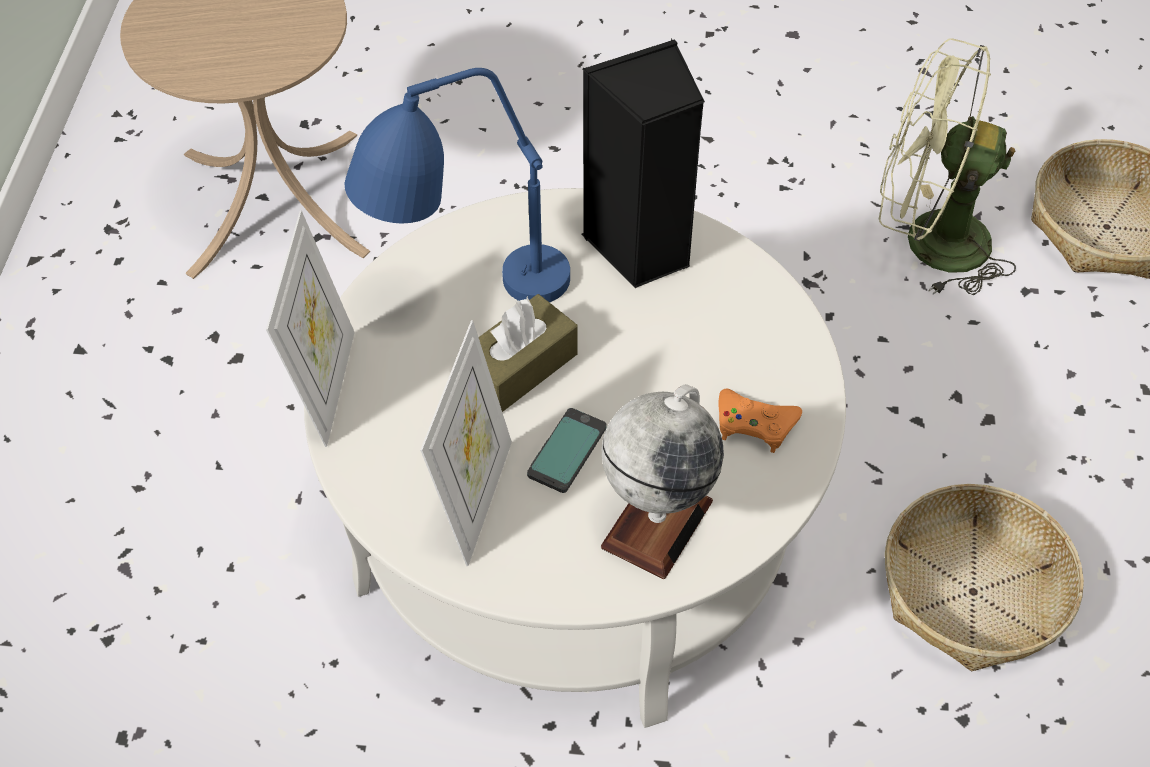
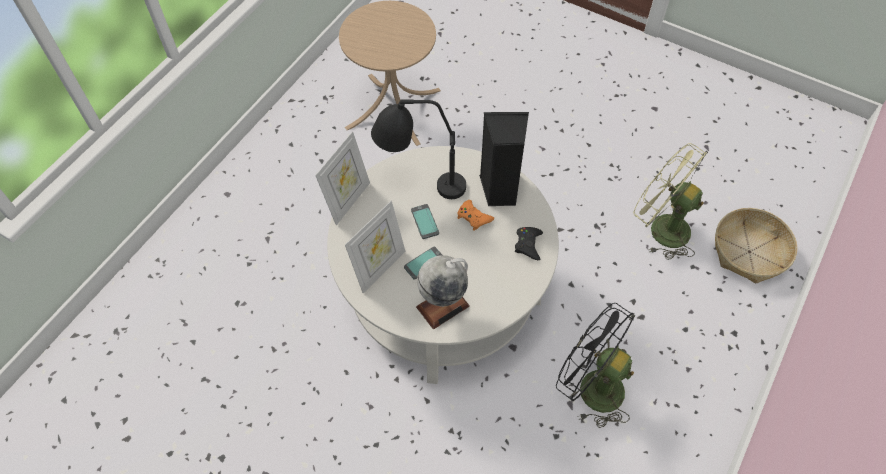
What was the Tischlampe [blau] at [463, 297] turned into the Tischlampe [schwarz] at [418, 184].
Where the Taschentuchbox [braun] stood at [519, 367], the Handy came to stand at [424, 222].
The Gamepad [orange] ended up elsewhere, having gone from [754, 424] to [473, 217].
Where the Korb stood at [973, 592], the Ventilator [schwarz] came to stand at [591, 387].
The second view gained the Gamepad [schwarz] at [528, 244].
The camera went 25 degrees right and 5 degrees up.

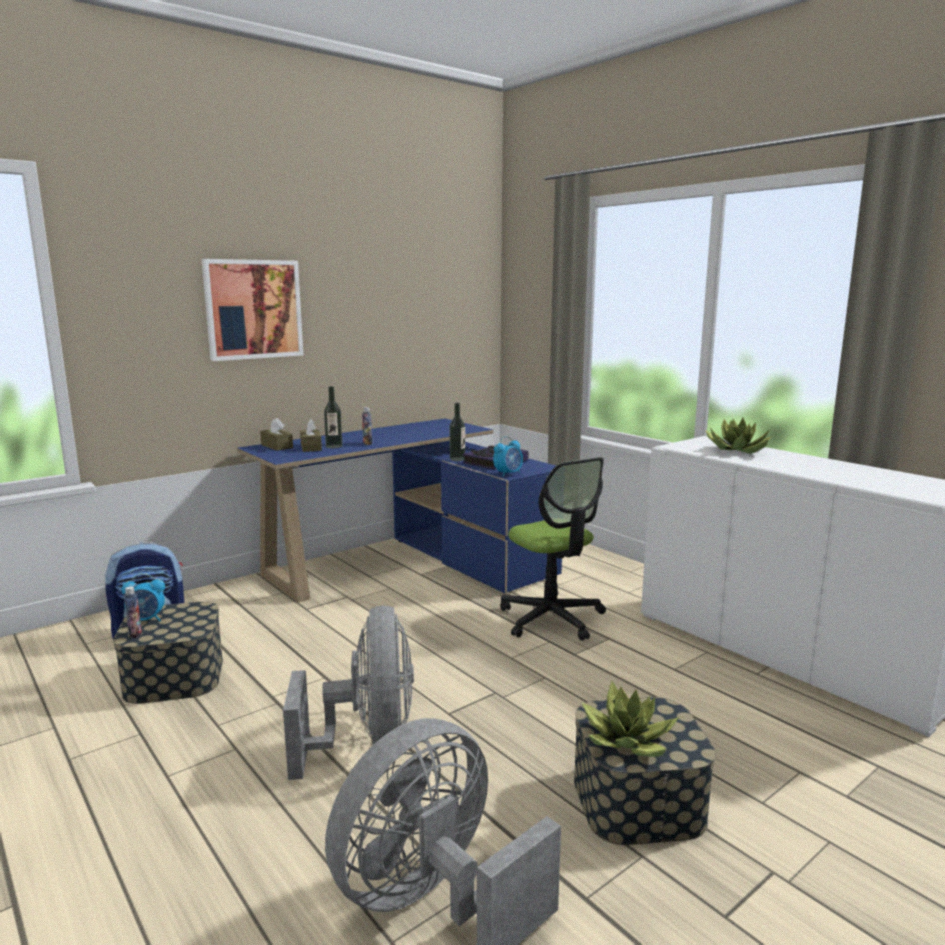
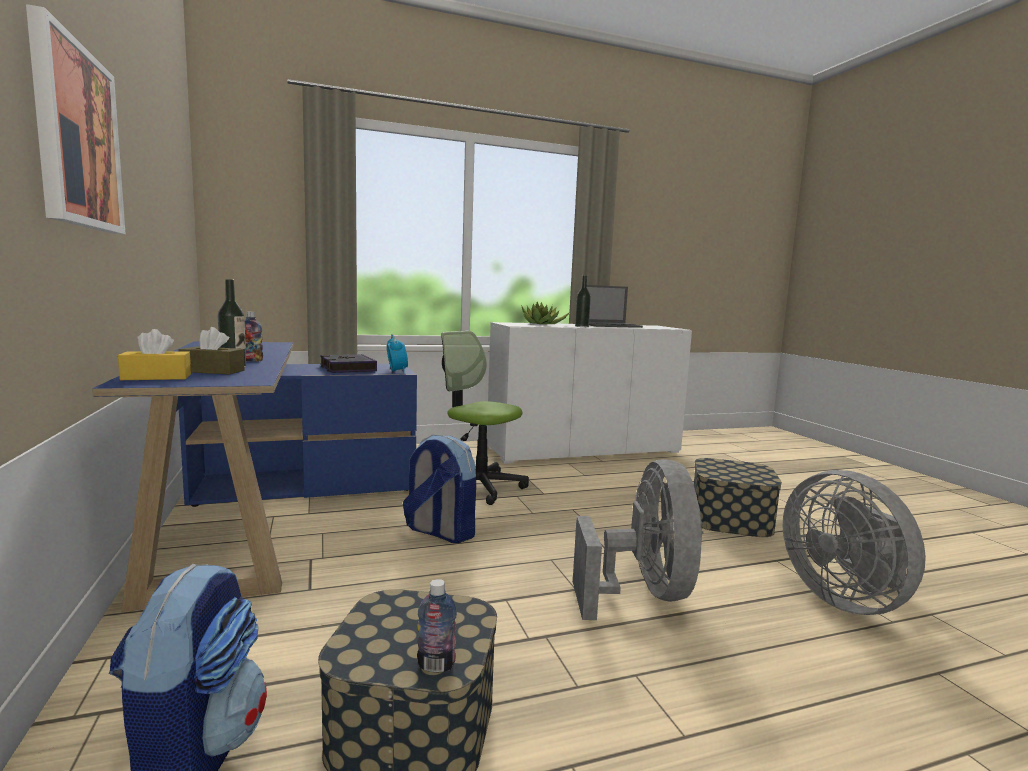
The second view lost the Wecker at [146, 620].
What was the Taschentuchbox [braun] at [277, 446] turned into the Taschentuchbox [gelb] at [156, 377].
The Ventilator [grau] at [367, 741] ended up facing another way, 75 degrees clockwise from before.
The Flasche ended up elsewhere, having gone from [457, 459] to [581, 326].
The Bürostuhl at [552, 618] ended up facing another way, 135 degrees counterclockwise from before.
The second view lost the Topfpflanze at [627, 741].
The second view gained the Rucksack at [439, 532].
The second view gained the Laptop at [611, 325].
The camera went 70 degrees left and 5 degrees down.

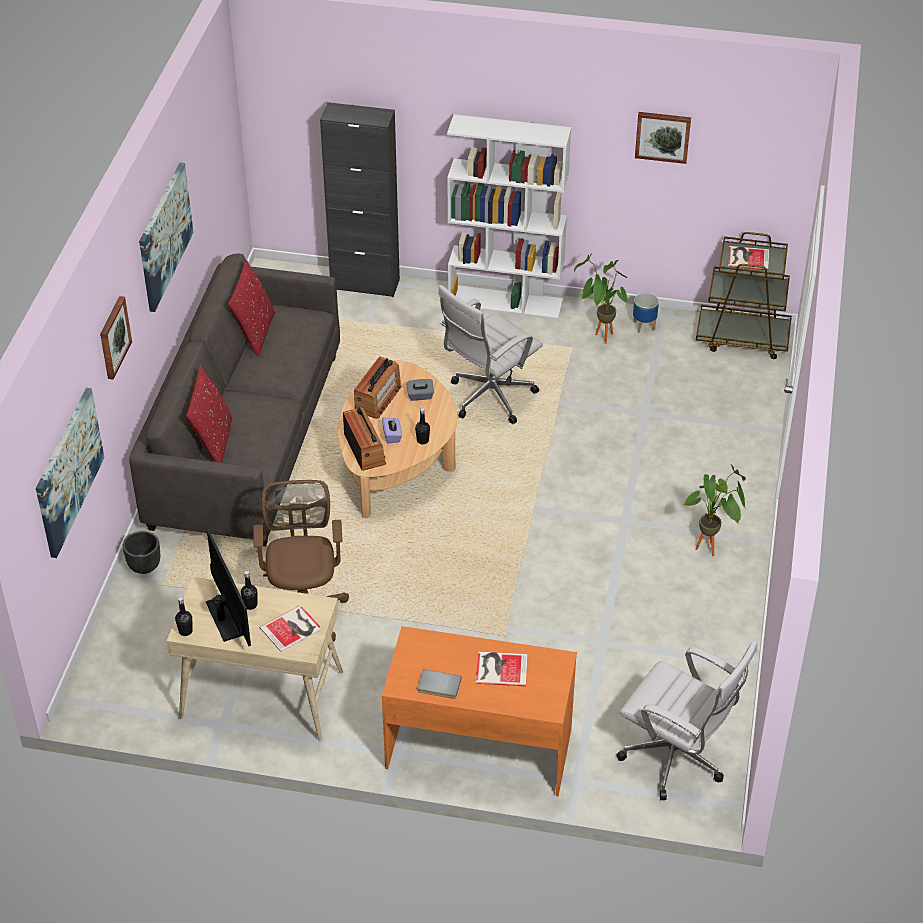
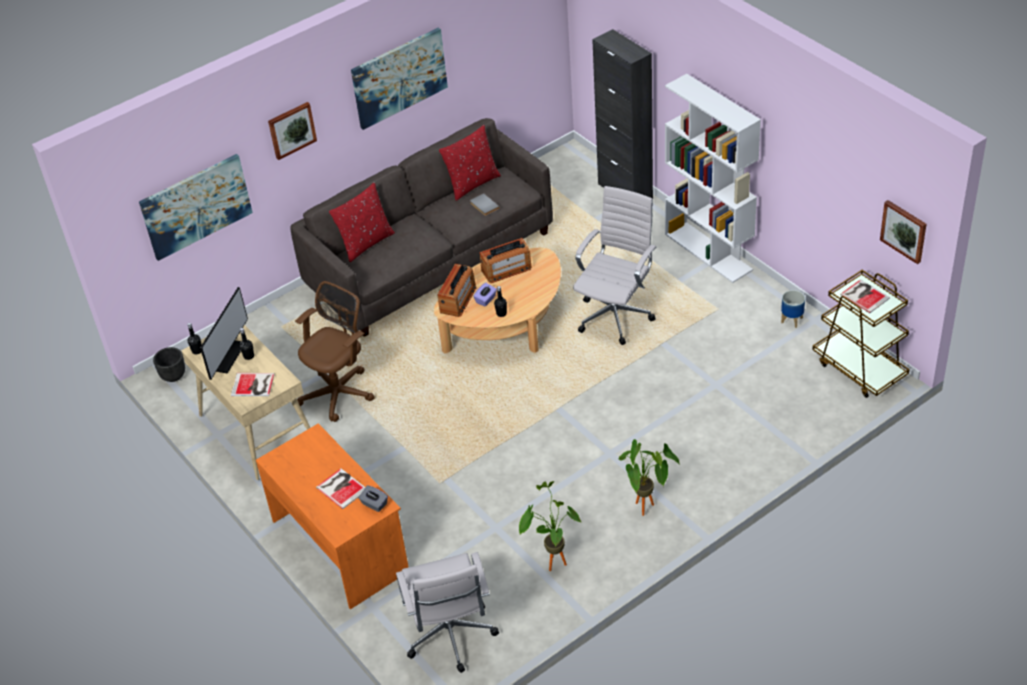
The Pflanzkübel [schwarz] ended up elsewhere, having gone from [144, 566] to [173, 375].
The Taschentuchbox [grau] ended up elsewhere, having gone from [420, 396] to [374, 504].
The Buch [grau] ended up elsewhere, having gone from [439, 686] to [483, 206].
The Bürostuhl [weiß] at [488, 399] ended up facing another way, 120 degrees clockwise from before.
The Topfpflanze ended up elsewhere, having gone from [600, 338] to [551, 562].
The Bild ended up elsewhere, having gone from [663, 136] to [904, 231].
The camera went 45 degrees right and 0 degrees up.

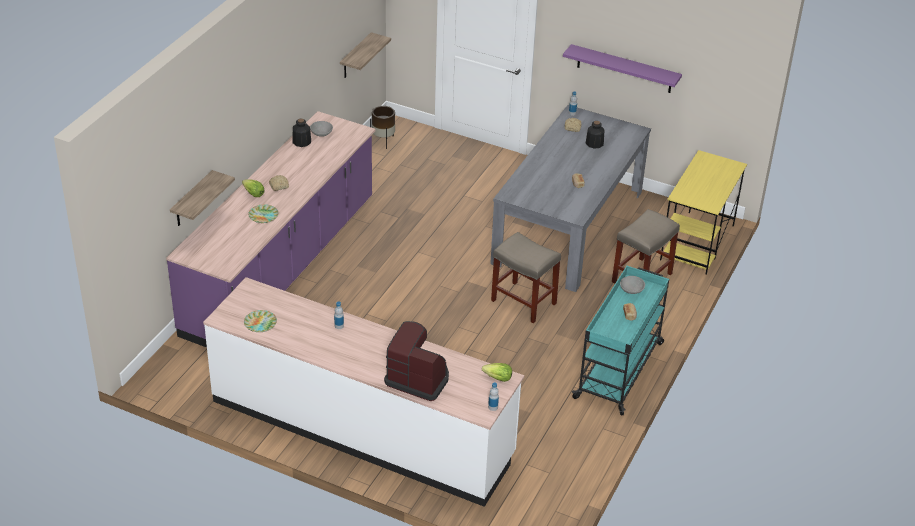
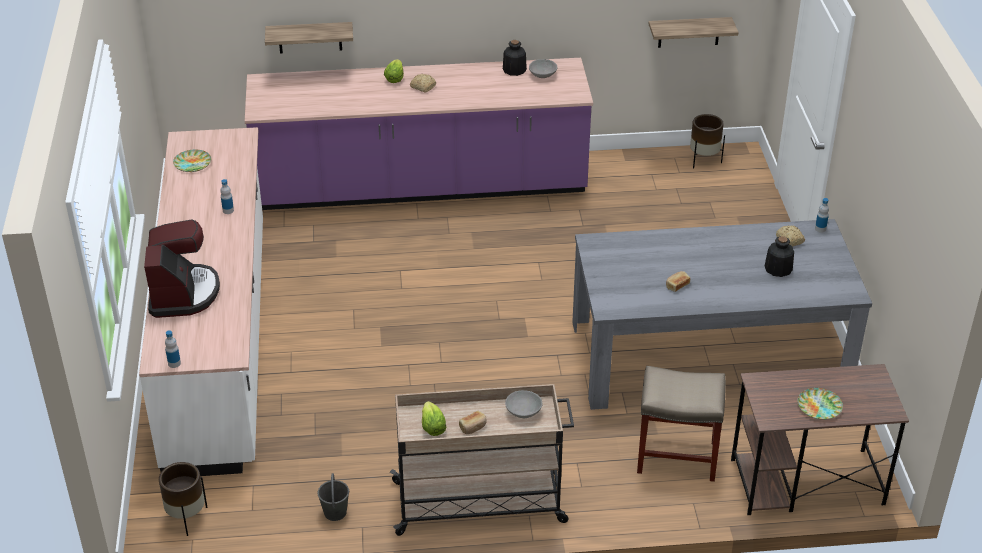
The Teller ended up elsewhere, having gone from [263, 215] to [819, 406].
The Salatkopf ended up elsewhere, having gone from [498, 378] to [432, 427].
The second view lost the Hocker [beige] at [522, 302].
The second view lost the Wandregal [lila] at [624, 69].
What was the Rollwagen [türkis] at [619, 369] turned into the Rollwagen [beige] at [481, 502].
What was the Schreibtisch [gelb] at [697, 242] turned into the Schreibtisch [braun] at [805, 482].
The second view gained the Pflanzkübel [braun] at [186, 518].
The second view gained the Eimer [grau] at [335, 512].
The camera went 60 degrees right and 0 degrees up.

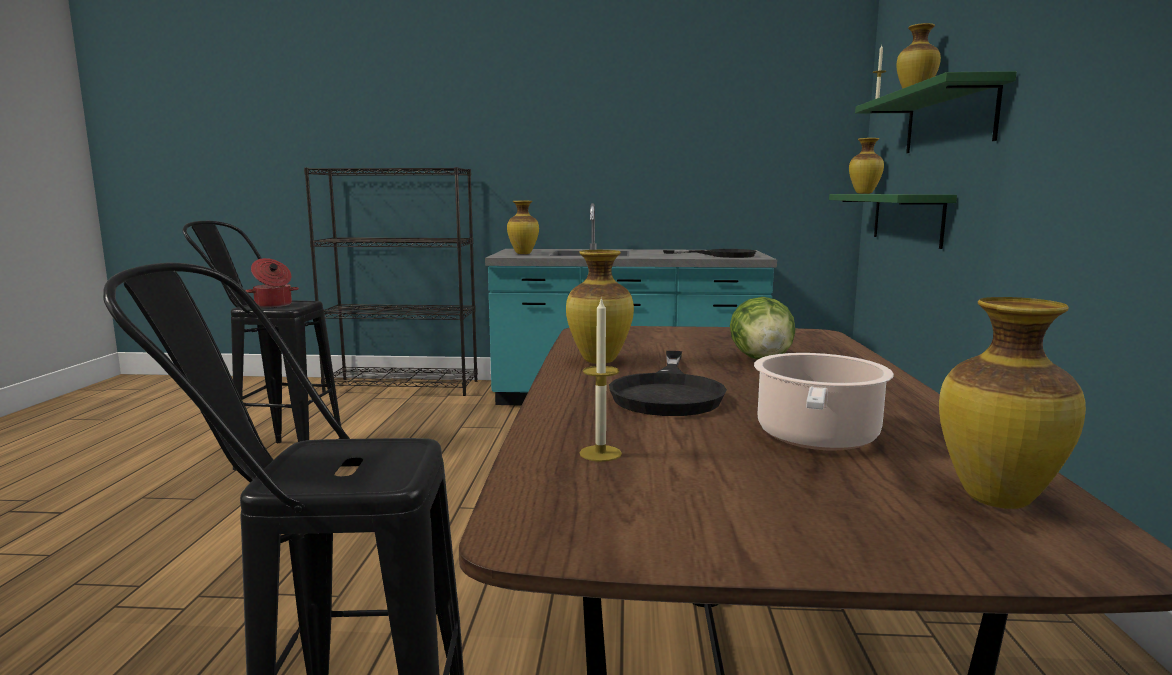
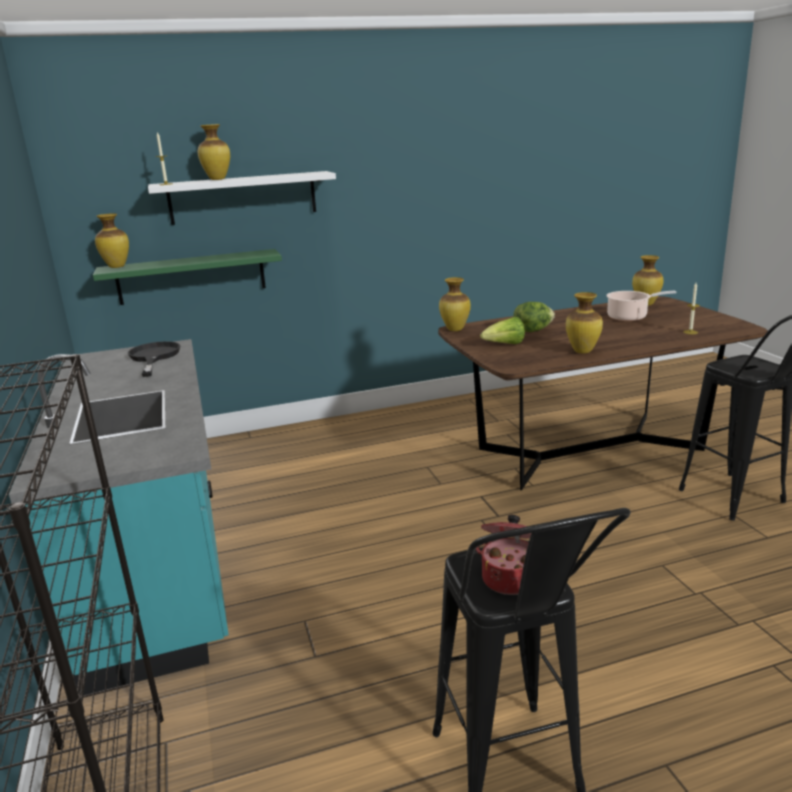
The Vase ended up elsewhere, having gone from [523, 253] to [454, 330].
The second view lost the Pfanne [schwarz] at [668, 393].
What was the Wandregal [grün] at [949, 119] turned into the Wandregal [weiß] at [243, 197].
The second view gained the Salatkopf at [504, 345].
The camera went 110 degrees left and 10 degrees up.

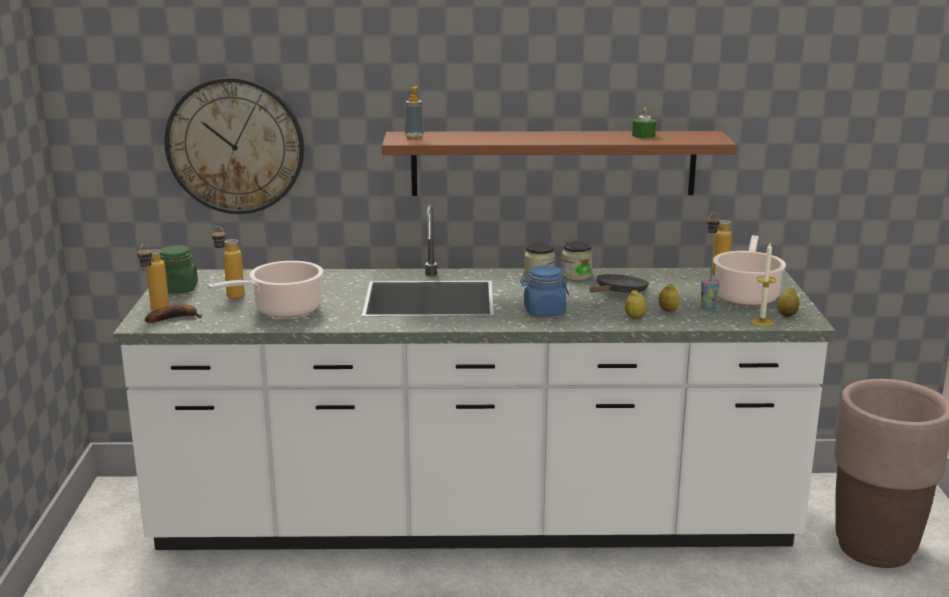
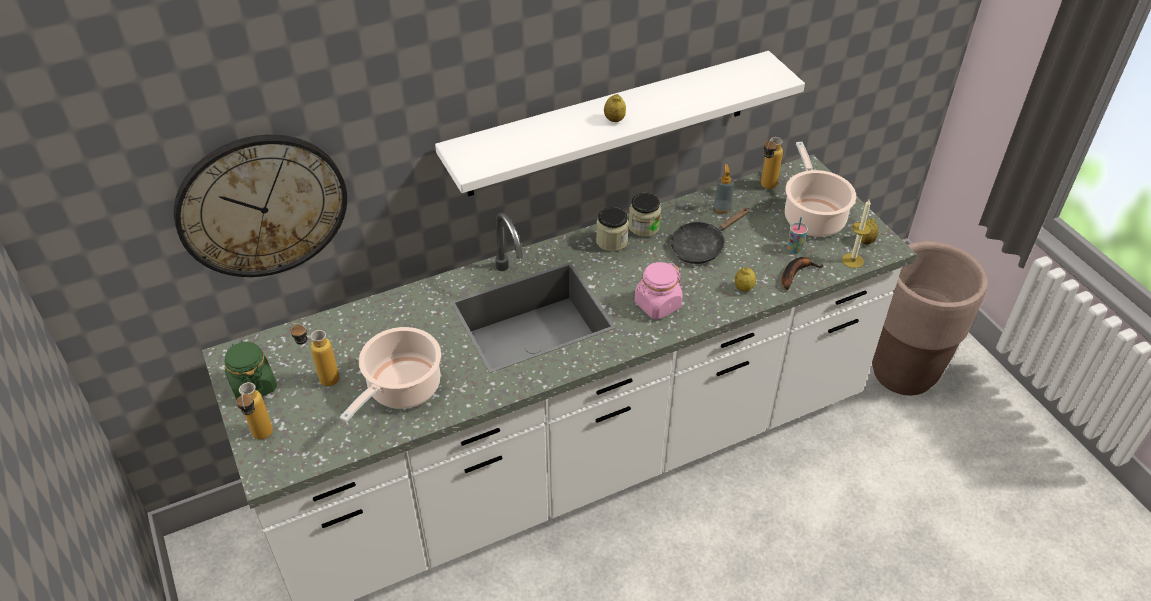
The Banane ended up elsewhere, having gone from [175, 318] to [796, 273].
What was the Wandregal [braun] at [553, 163] turned into the Wandregal [weiß] at [610, 124].
The Seifenspender ended up elsewhere, having gone from [414, 138] to [722, 208].
What was the Vorratsglas [blau] at [544, 311] turned into the Vorratsglas [rosa] at [657, 305].
The Pfanne [schwarz] at [618, 292] ended up facing another way, 135 degrees counterclockwise from before.
The second view lost the Kerze [grün] at [643, 135].
The Zitrone ended up elsewhere, having gone from [668, 310] to [614, 119].
The camera went 25 degrees left and 25 degrees up.

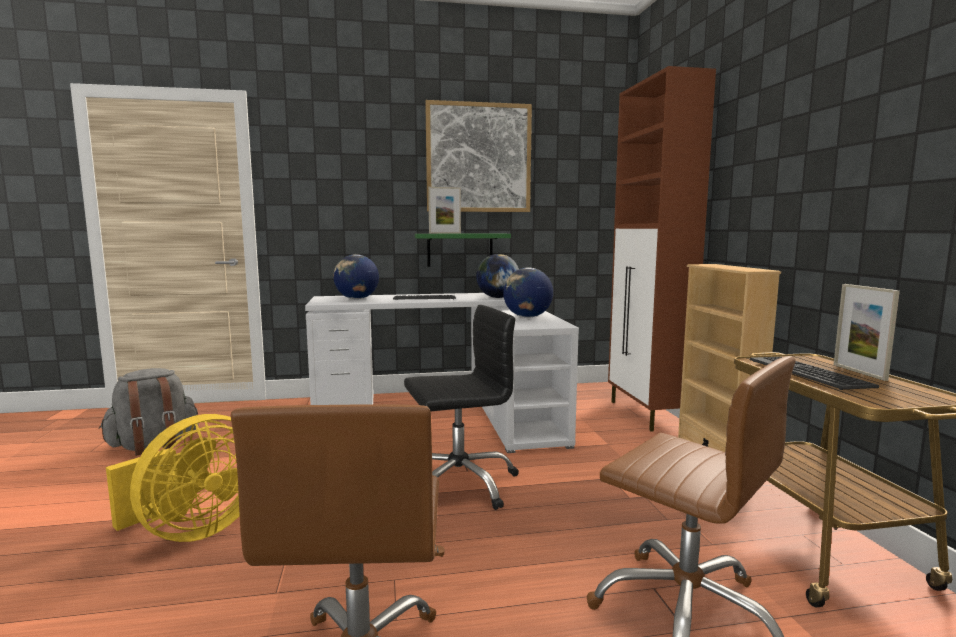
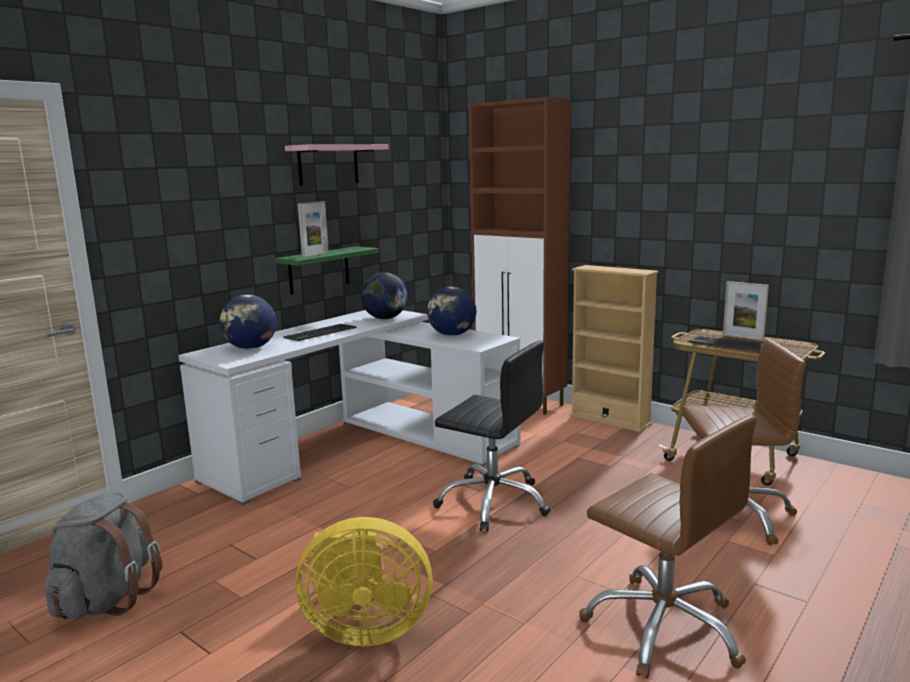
The Ventilator [gelb] at [194, 530] ended up facing another way, 90 degrees clockwise from before.
The Bürostuhl [schwarz] at [459, 484] ended up facing another way, 90 degrees clockwise from before.
Where the Bild hung at [478, 158], the Wandregal [rosa] came to hang at [328, 165].
The camera went 40 degrees left and 5 degrees up.

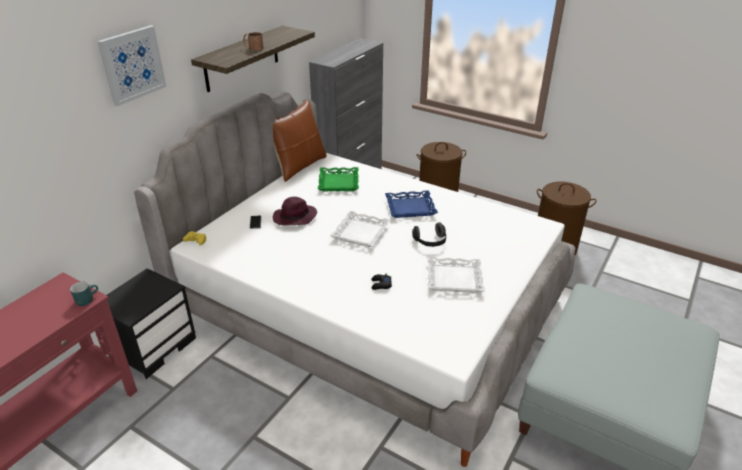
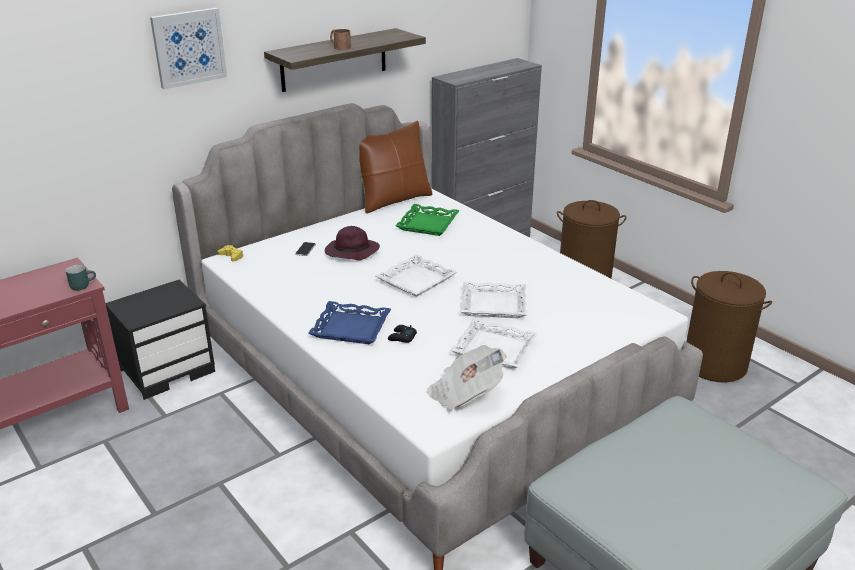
The Tablett [blau] ended up elsewhere, having gone from [410, 208] to [350, 328].
Where the Kopfhörer stood at [430, 242], the Tablett [weiß] came to stand at [493, 305].
The second view gained the Zeitung at [465, 393].
The camera went 20 degrees right and 5 degrees down.

